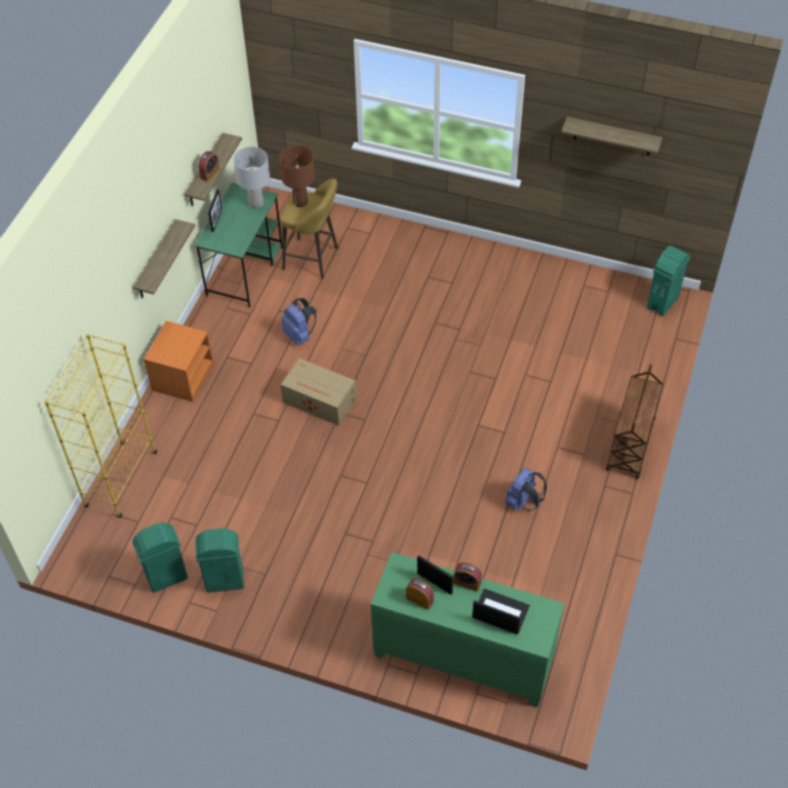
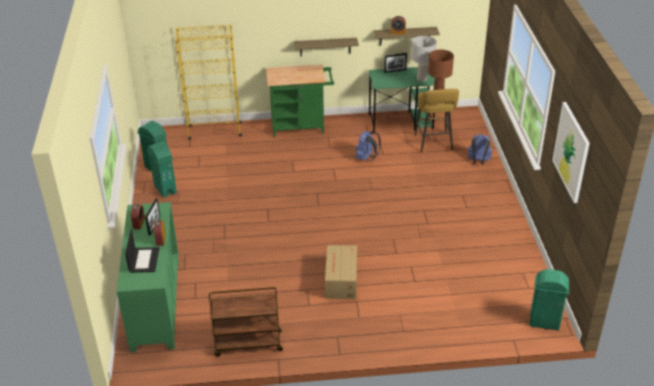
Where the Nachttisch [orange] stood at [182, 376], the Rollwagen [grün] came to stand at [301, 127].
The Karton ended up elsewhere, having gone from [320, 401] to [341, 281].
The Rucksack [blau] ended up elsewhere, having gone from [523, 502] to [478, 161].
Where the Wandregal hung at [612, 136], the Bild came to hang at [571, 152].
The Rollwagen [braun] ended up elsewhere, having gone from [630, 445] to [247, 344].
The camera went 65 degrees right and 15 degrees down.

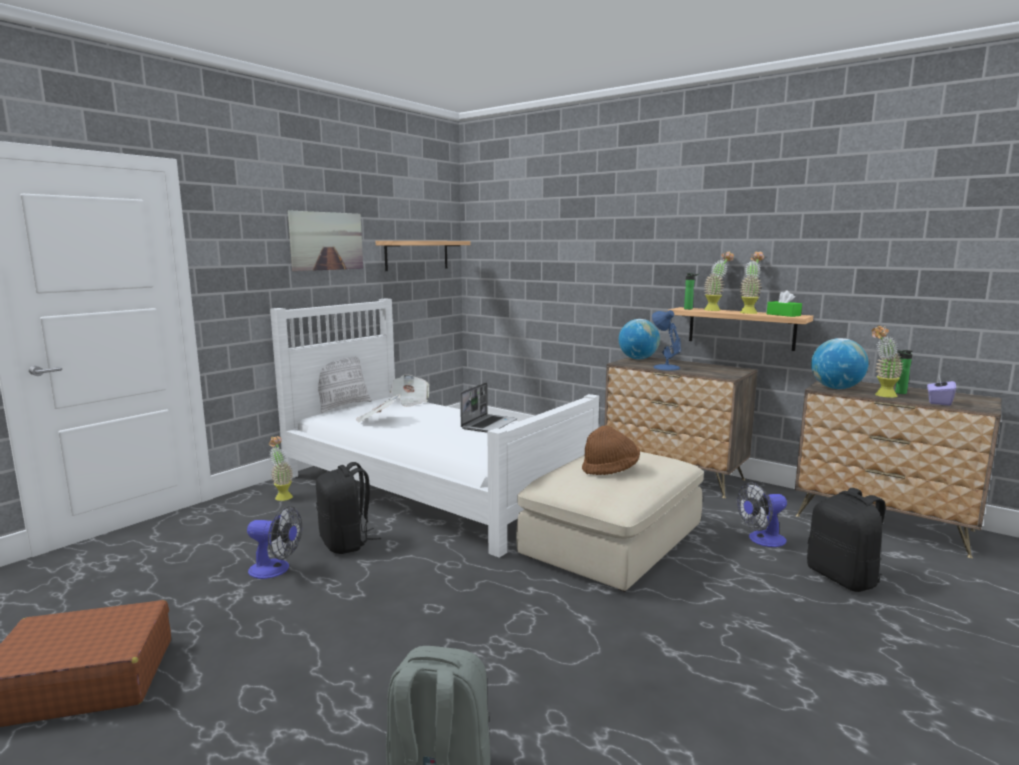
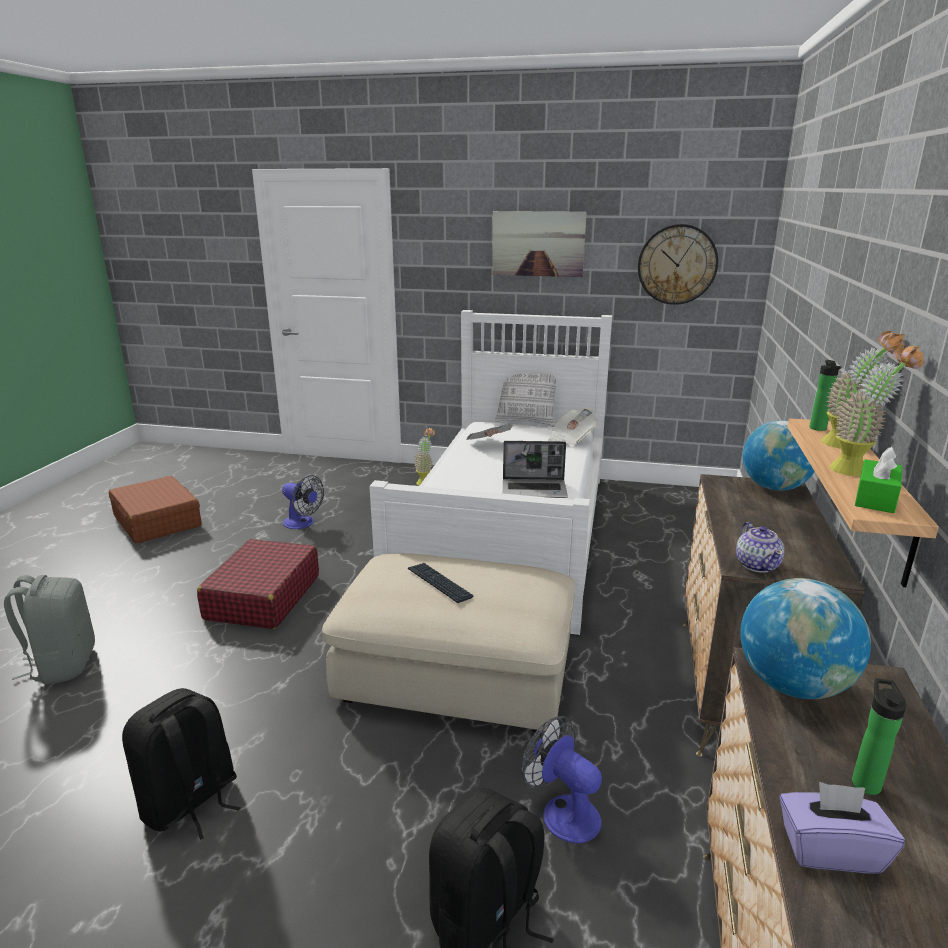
The Ventilator at [276, 570] ended up facing another way, 45 degrees counterclockwise from before.
The Rucksack [schwarz] ended up elsewhere, having gone from [346, 543] to [190, 802].
Where the Wandregal hung at [417, 255], the Wanduhr came to hang at [677, 264].
Where the Hut [braun] stood at [610, 470], the Tastatur came to stand at [439, 583].
The second view lost the Tischlampe [blau] at [665, 367].
The second view lost the Topfpflanze at [881, 395].
The second view gained the Koffer [rot] at [263, 597].
The second view gained the Teekanne at [757, 565].
The camera went 65 degrees right and 10 degrees up.

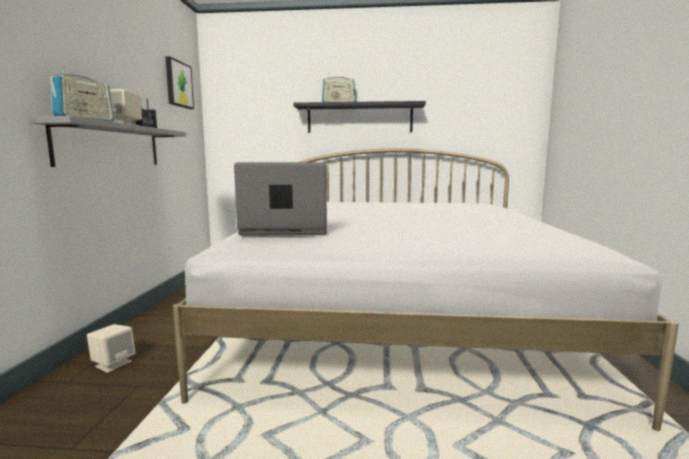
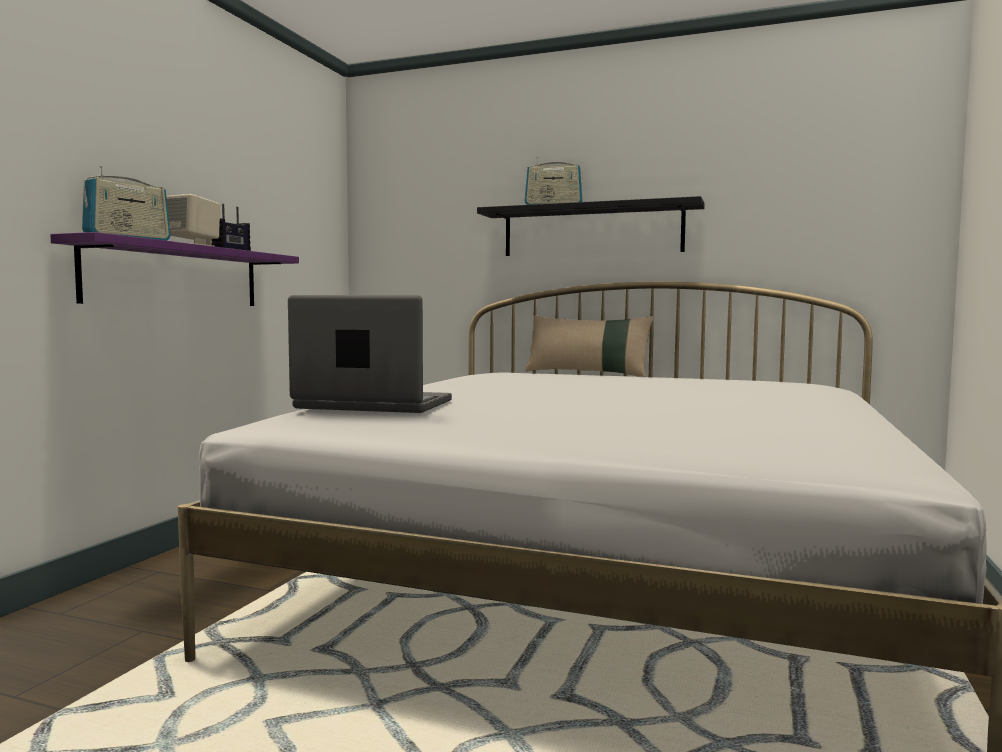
What was the Wandregal [grau] at [111, 145] turned into the Wandregal [lila] at [176, 276].
The second view lost the Lautsprecher [beige] at [113, 364].
The second view lost the Bild at [178, 84].
The second view gained the Kissen [beige] at [587, 374].
The camera went 15 degrees right and 5 degrees down.

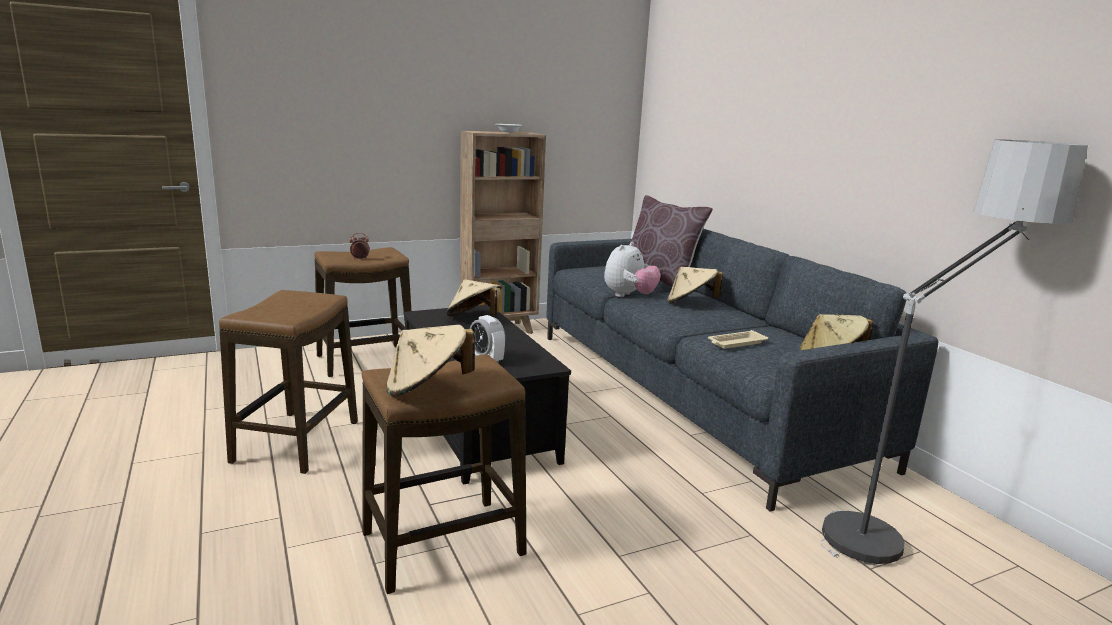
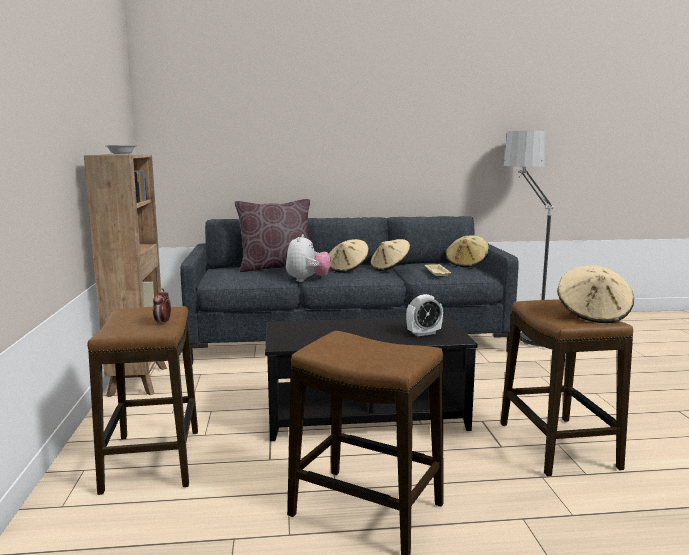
The Hut [beige] ended up elsewhere, having gone from [474, 319] to [390, 268].
The Plüschtier at [629, 296] ended up facing another way, 45 degrees clockwise from before.
The camera went 70 degrees left and 5 degrees down.

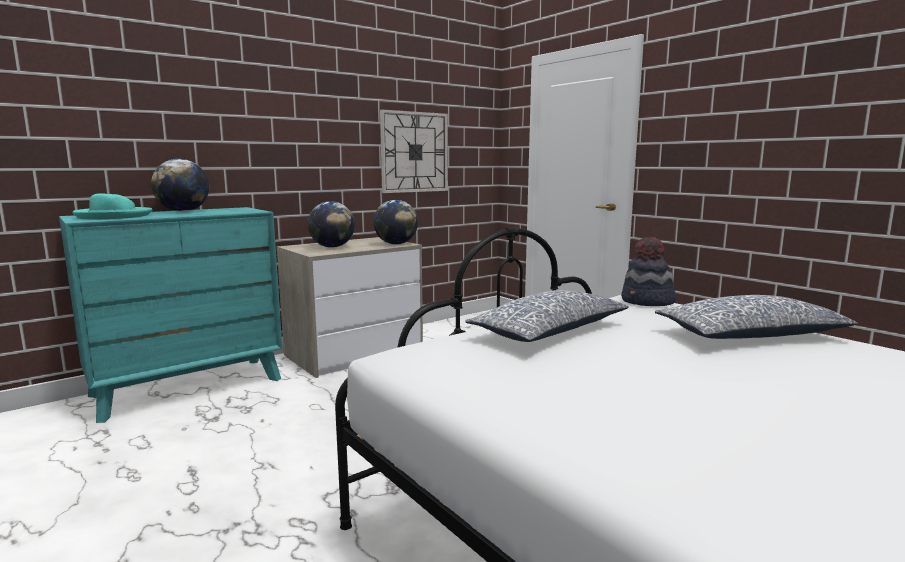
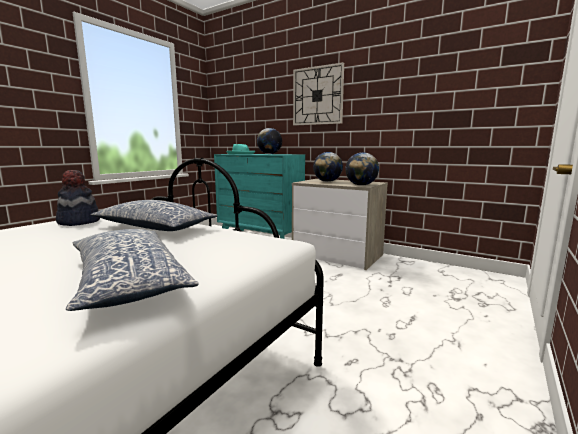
The Wanduhr ended up elsewhere, having gone from [414, 152] to [317, 96].
The Hut ended up elsewhere, having gone from [647, 302] to [78, 222].
The camera went 70 degrees right and 0 degrees up.

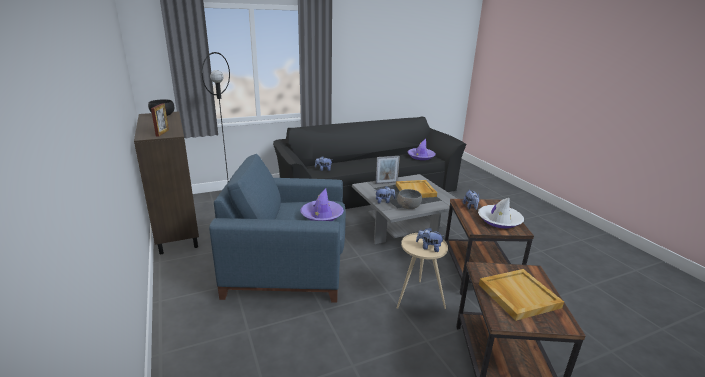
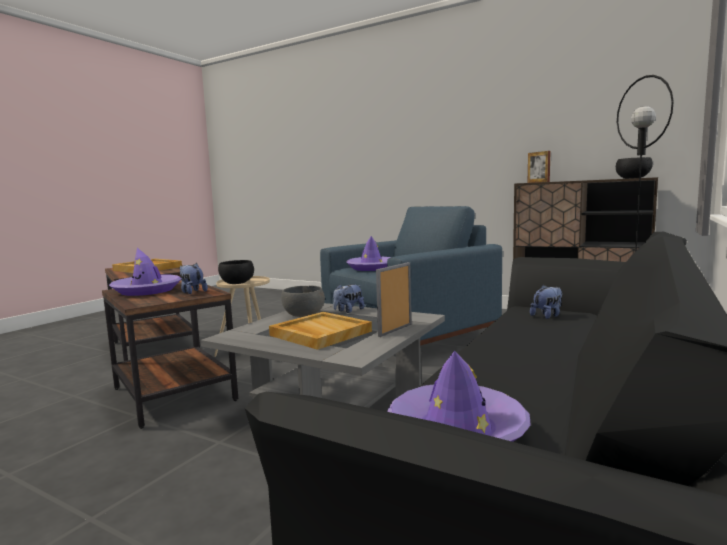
Where the Plüschtier stood at [429, 247], the Schüssel [schwarz] came to stand at [237, 282].
What was the Hut [weiß] at [499, 220] turned into the Hut [lila] at [147, 290].
The camera went 145 degrees right and 15 degrees down.

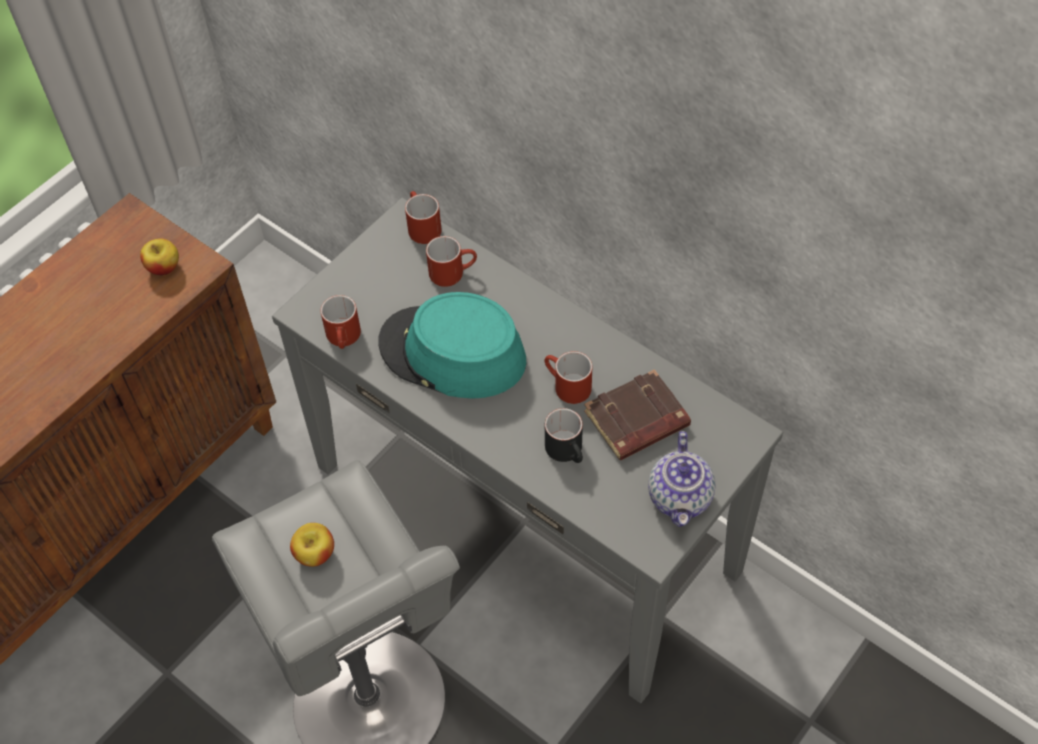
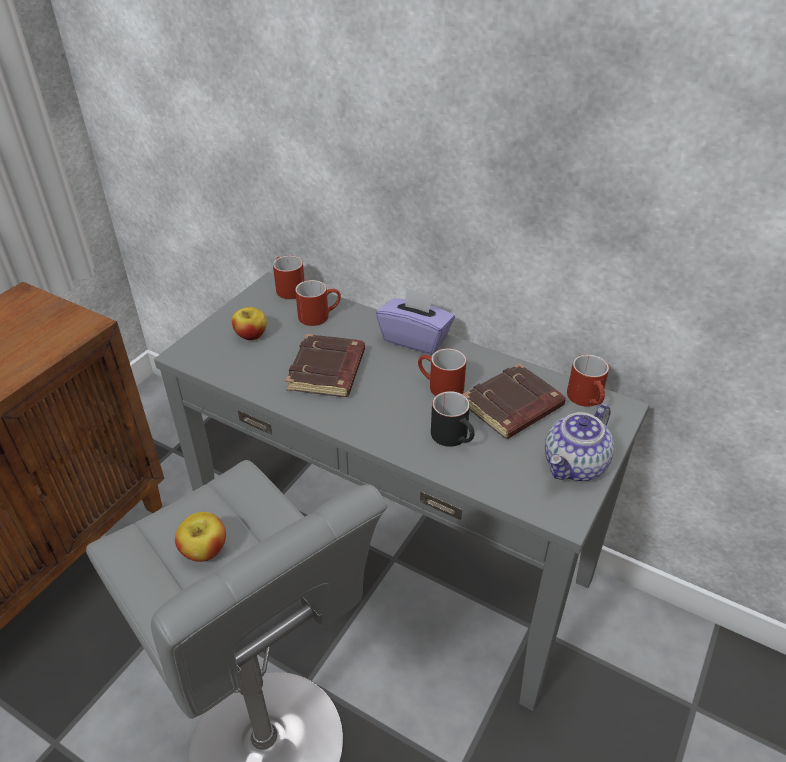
The Apfel ended up elsewhere, having gone from [163, 267] to [251, 335].
The Henkelbecher [rot] ended up elsewhere, having gone from [345, 338] to [588, 399].
Where the Hut [türkis] stood at [452, 353], the Buch [braun] came to stand at [328, 372].
The Teekanne at [681, 498] ended up facing another way, 45 degrees clockwise from before.
The second view gained the Taschentuchbox [lila] at [415, 339].
The camera went 10 degrees left and 15 degrees down.

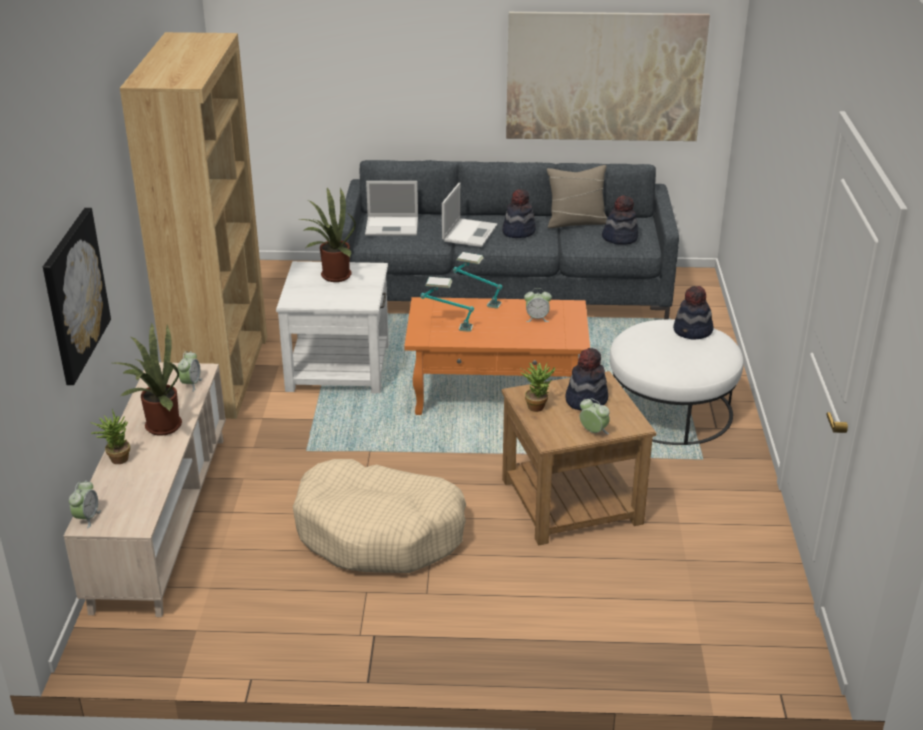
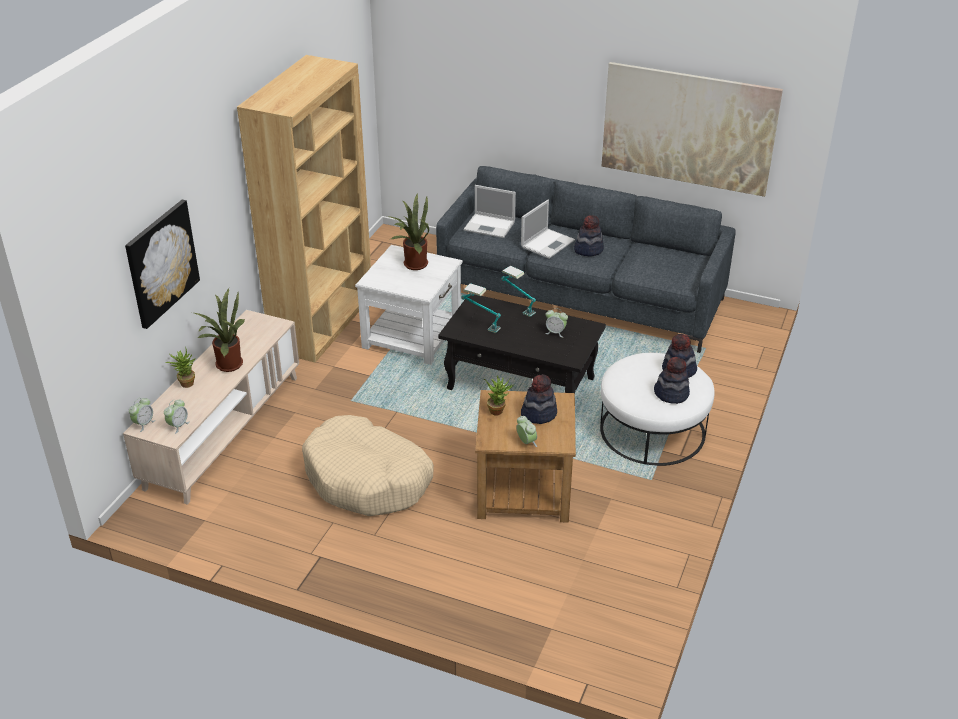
The Wecker ended up elsewhere, having gone from [191, 384] to [178, 425].
What was the Couchtisch [orange] at [498, 392] turned into the Couchtisch [schwarz] at [522, 384].
The second view lost the Kissen [beige] at [576, 222].
The Hut ended up elsewhere, having gone from [620, 238] to [671, 394].
The camera went 20 degrees right and 5 degrees up.

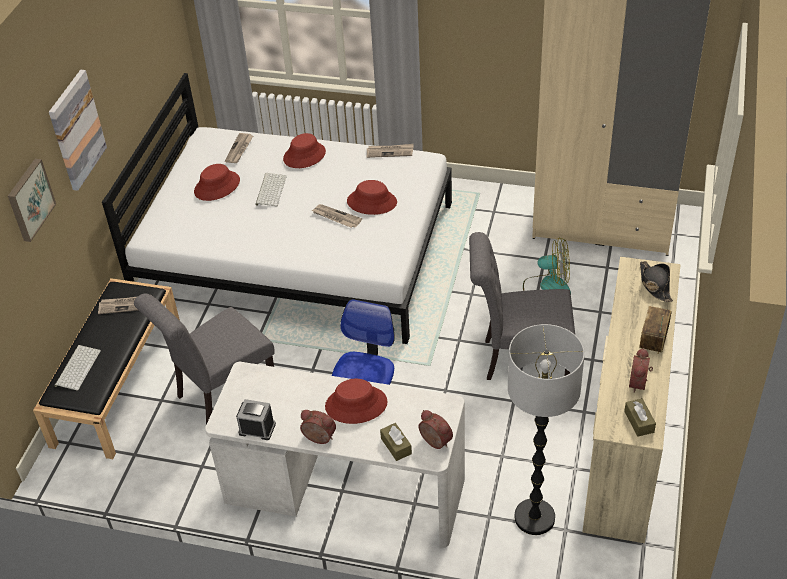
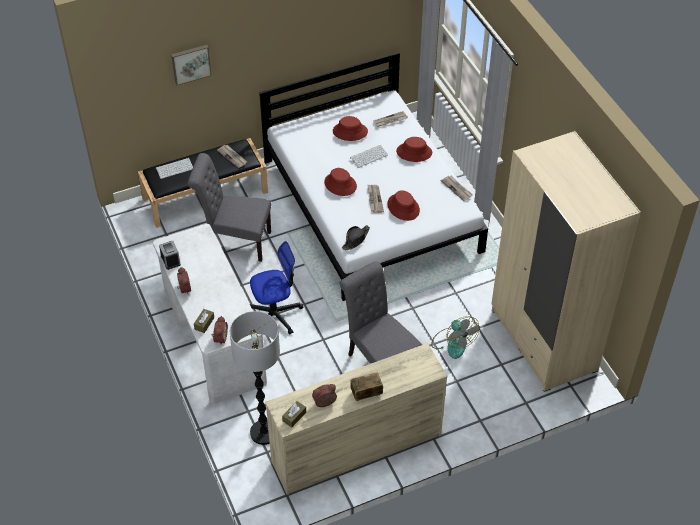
The second view lost the Bild at [76, 130].
The Hut [rot] ended up elsewhere, having gone from [356, 405] to [340, 184].
The Hut [schwarz] ended up elsewhere, having gone from [654, 284] to [356, 239].
The camera went 50 degrees right and 5 degrees up.

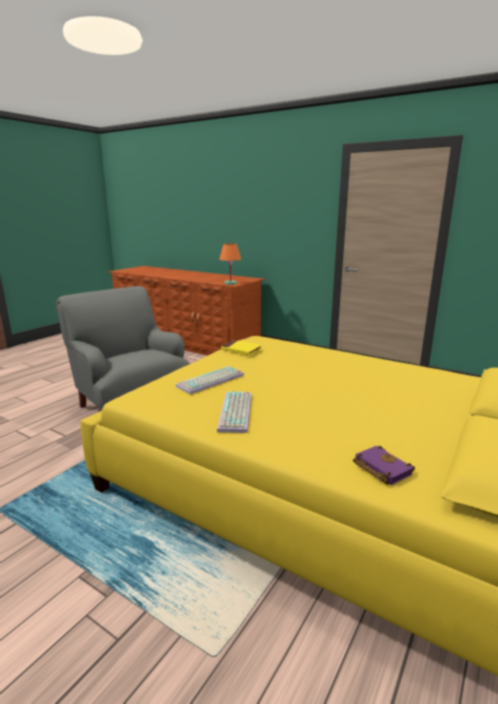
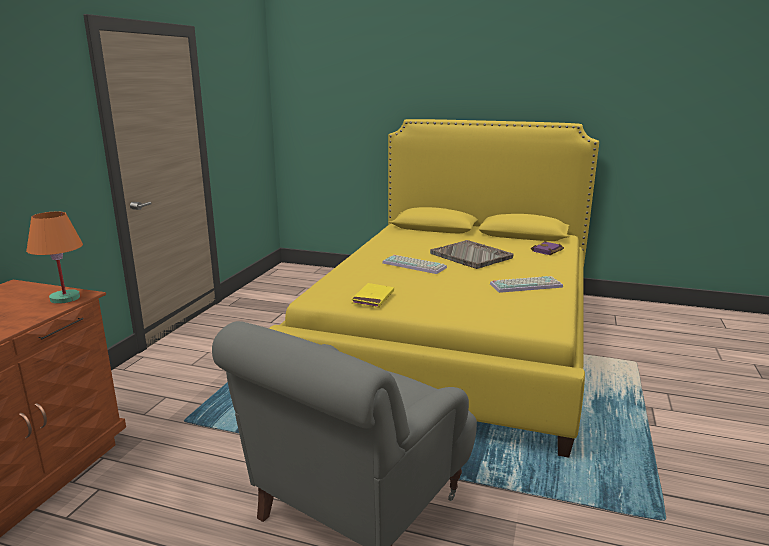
The Tastatur ended up elsewhere, having gone from [211, 381] to [415, 265].
The second view gained the Tablett [grau] at [471, 256].
The camera went 105 degrees left and 0 degrees up.

